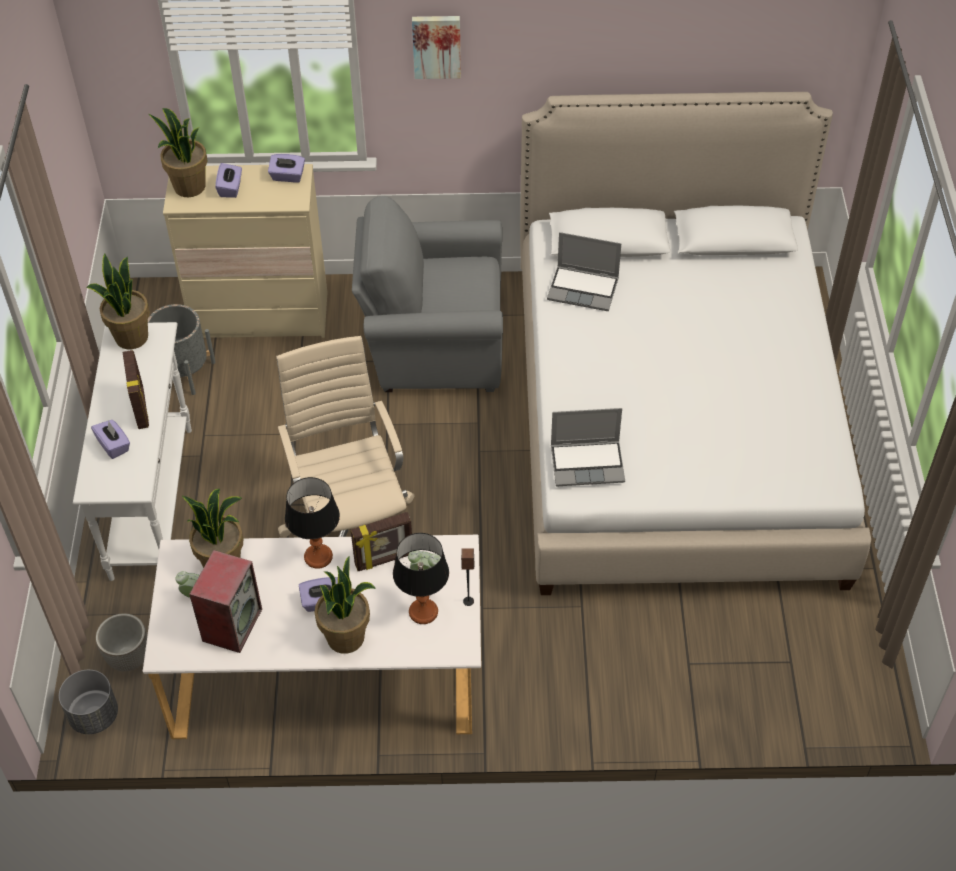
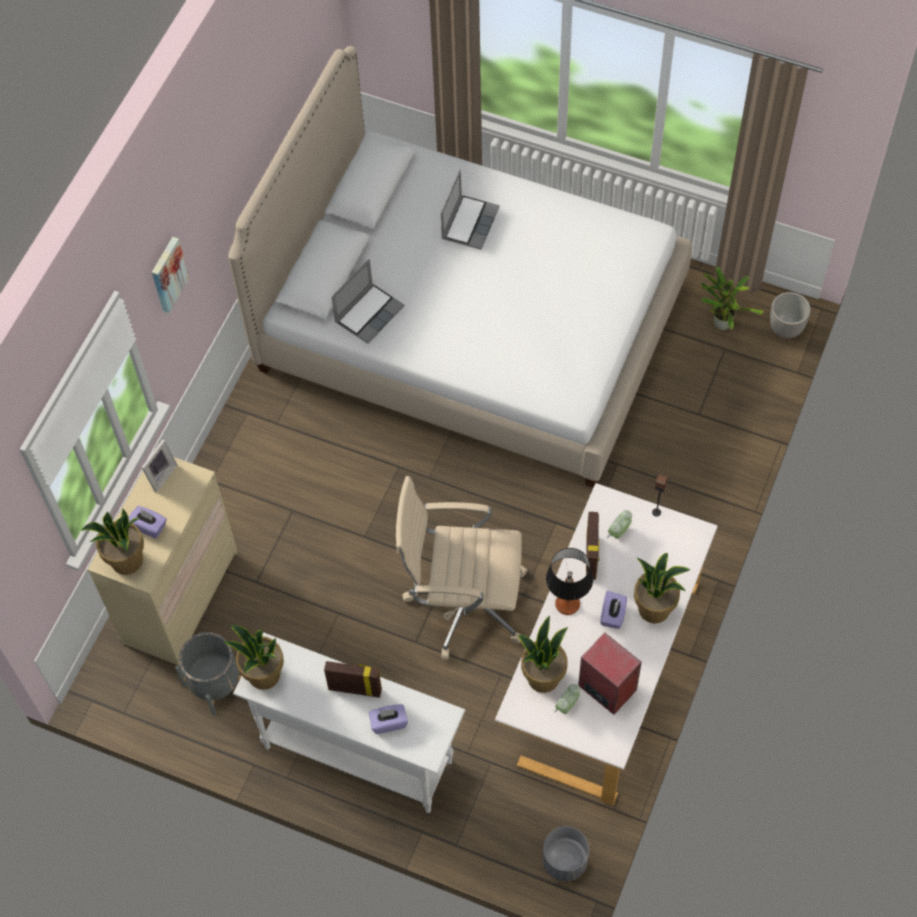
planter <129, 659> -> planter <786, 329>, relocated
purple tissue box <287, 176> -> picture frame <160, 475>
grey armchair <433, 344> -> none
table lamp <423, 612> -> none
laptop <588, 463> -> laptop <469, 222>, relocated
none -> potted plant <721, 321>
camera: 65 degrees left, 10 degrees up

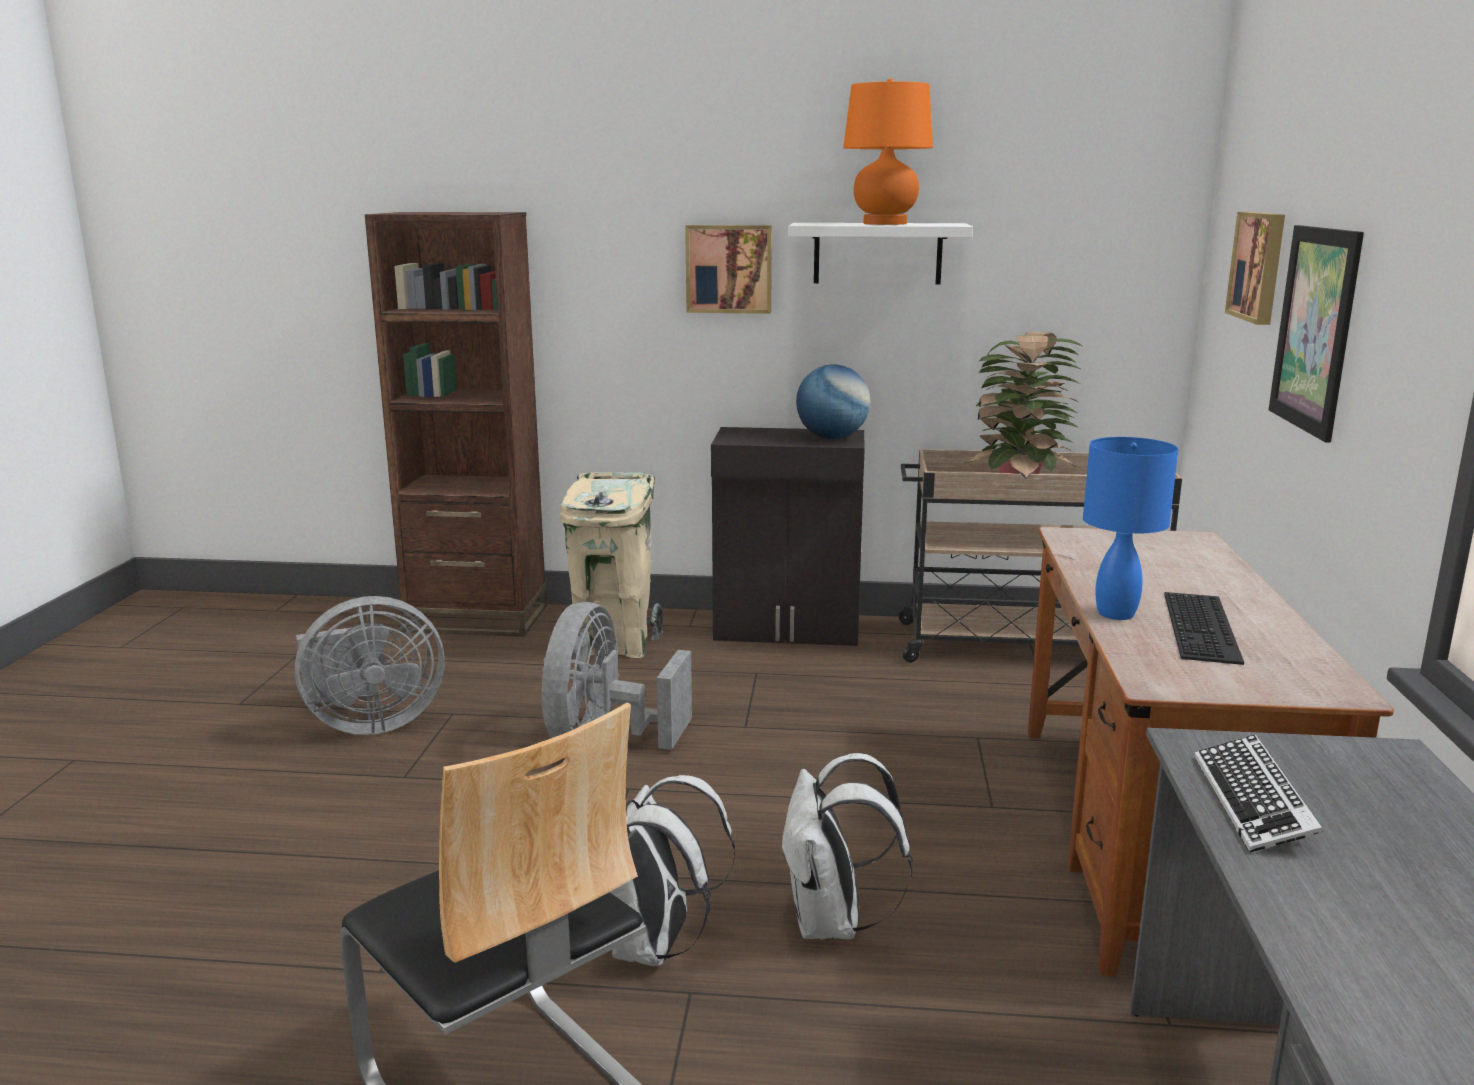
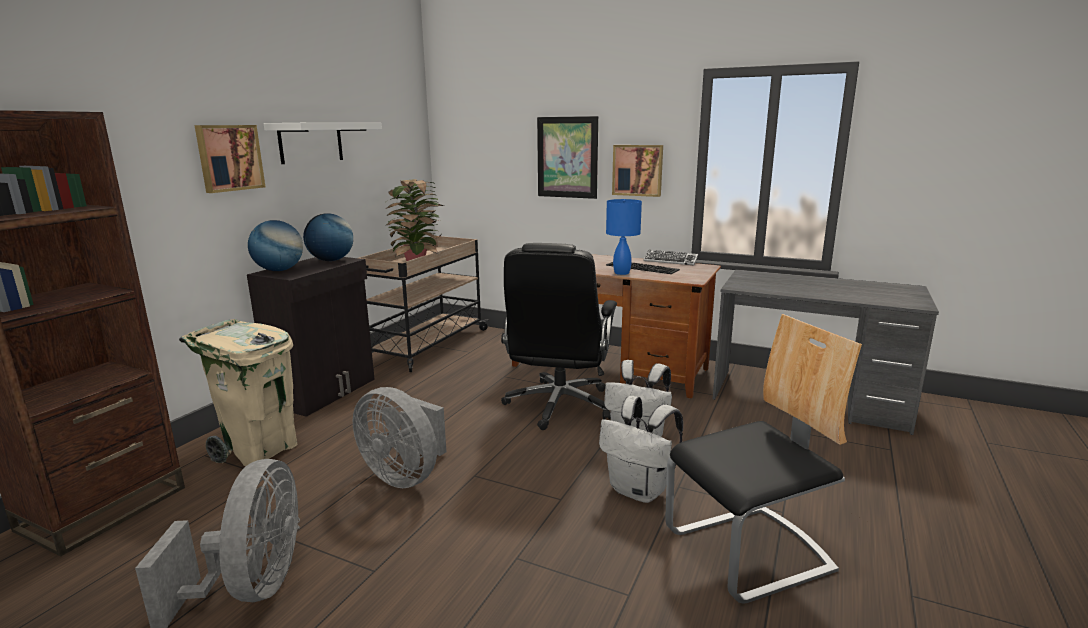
orange table lamp <885, 223> -> none
keyboard <1253, 803> -> keyboard <670, 261>, relocated
picture <1259, 266> -> picture <637, 170>, relocated
none -> globe <279, 270>
none -> black office chair <559, 405>
camera: 70 degrees left, 0 degrees up

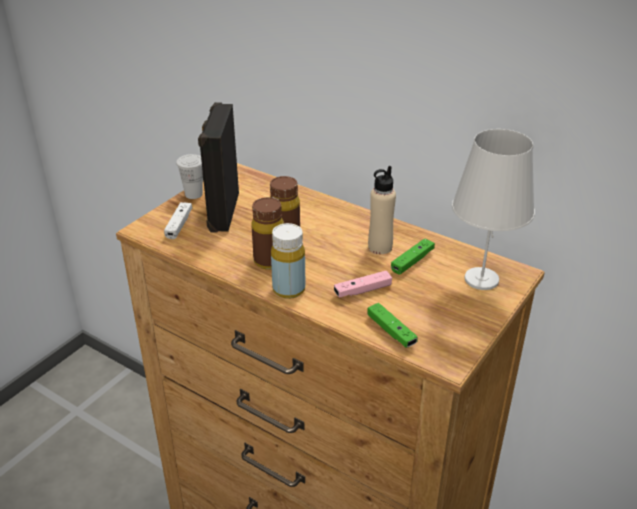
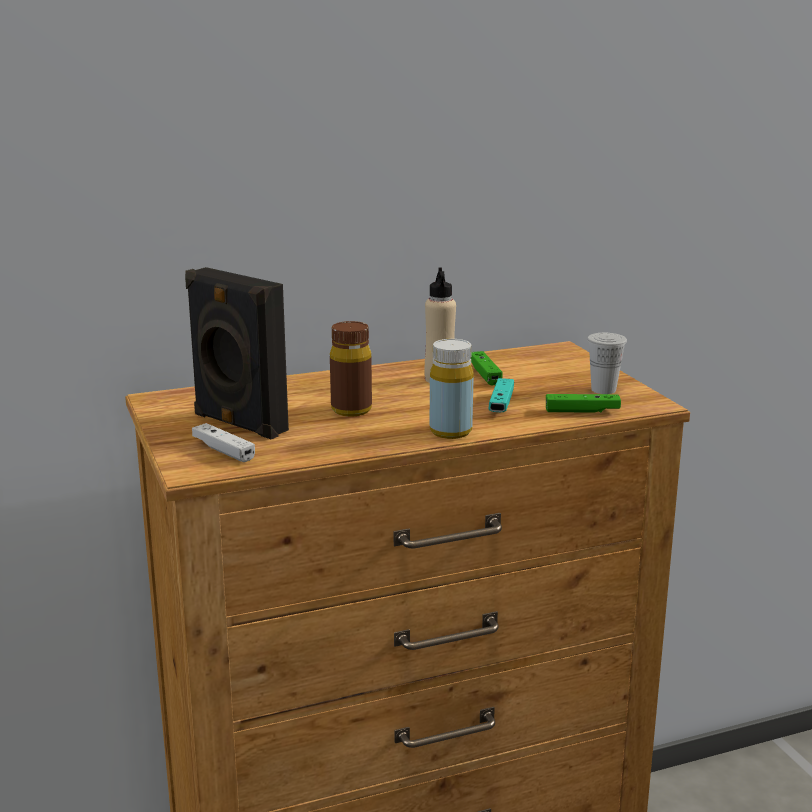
white cup <193, 194> -> white cup <603, 390>, relocated
brown bottle <269, 261> -> none
pink game controller <362, 290> -> turquoise game controller <501, 404>
white table lamp <482, 279> -> none
camera: 55 degrees left, 15 degrees down

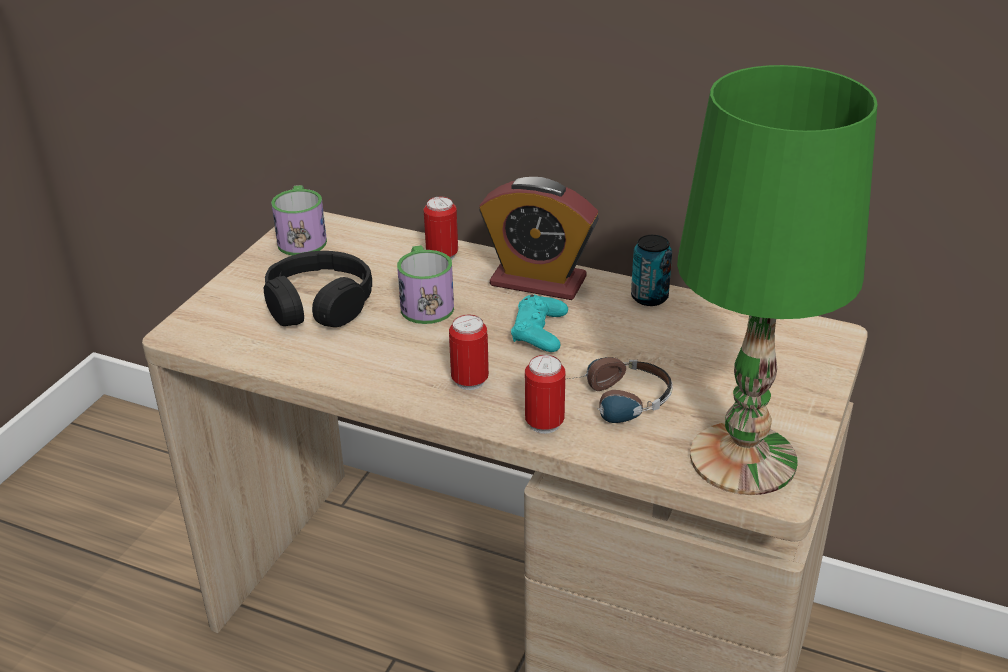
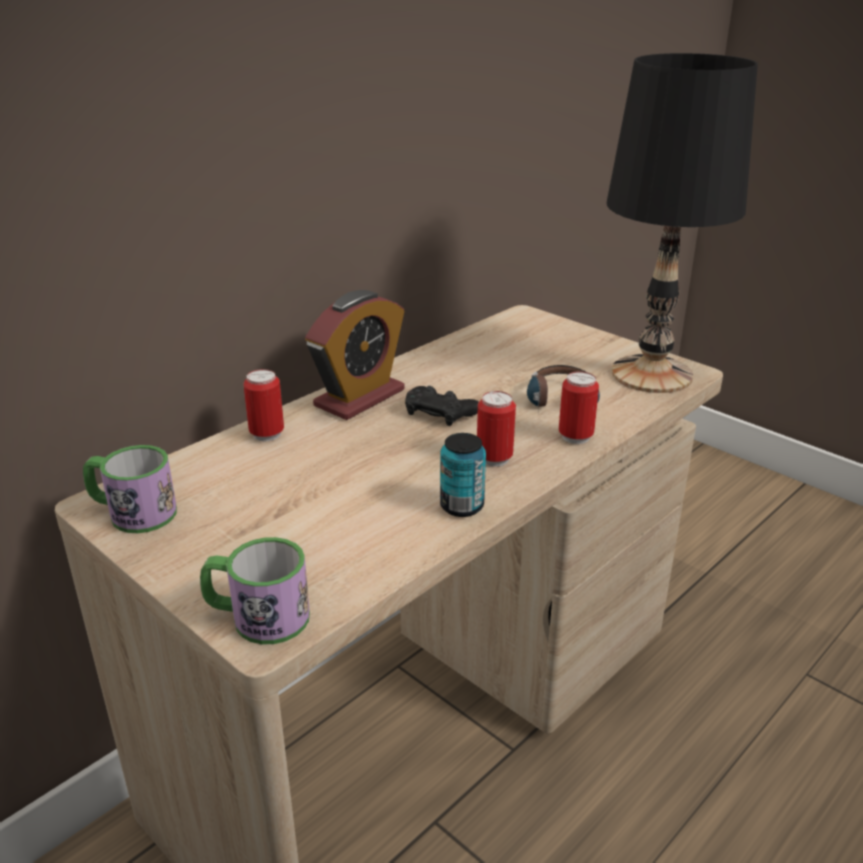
black headphones <319, 304> -> none
mug <425, 303> -> mug <257, 617>, relocated
turquoise game controller <539, 331> -> black game controller <440, 413>
can <649, 297> -> can <462, 506>, relocated
green table lamp <744, 459> -> black table lamp <652, 374>
camera: 70 degrees left, 5 degrees down

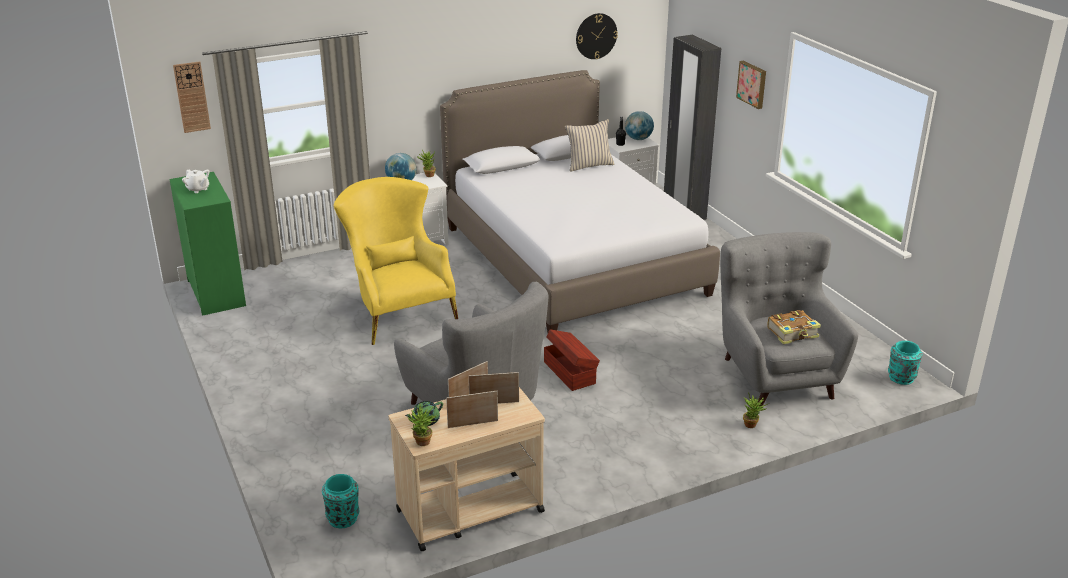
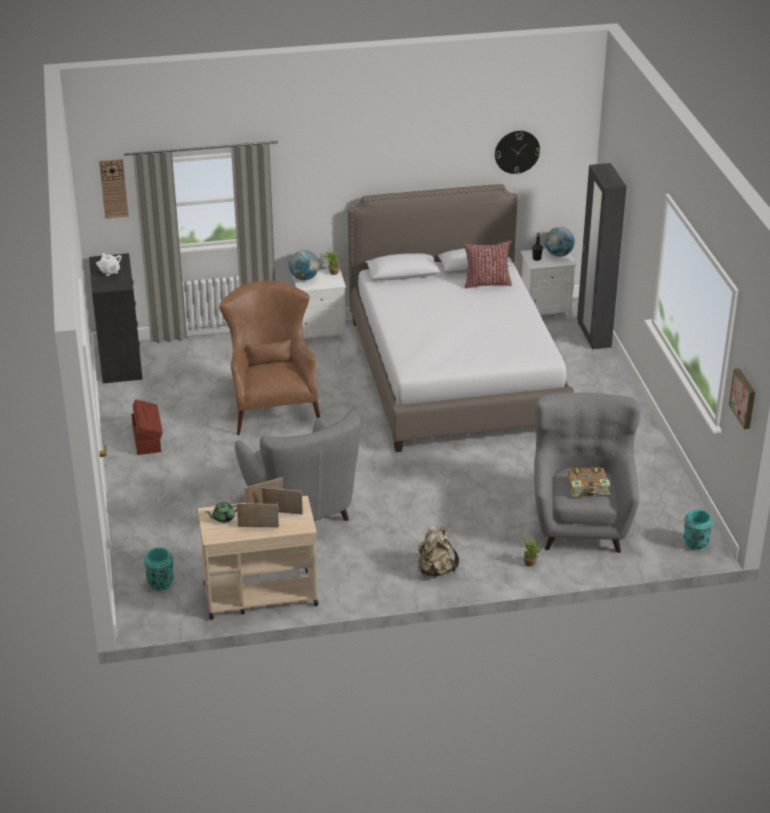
green dresser <217, 293> -> black dresser <121, 362>
yellow armchair <398, 310> -> brown armchair <272, 404>
potted plant <423, 444> -> none
brown storage box <570, 372> -> brown storage box <147, 438>, relocated
beige pillow <589, 165> -> red pillow <486, 283>
picture <752, 84> -> picture <744, 398>, relocated
none -> beige backpack <435, 570>
camera: 15 degrees right, 5 degrees up

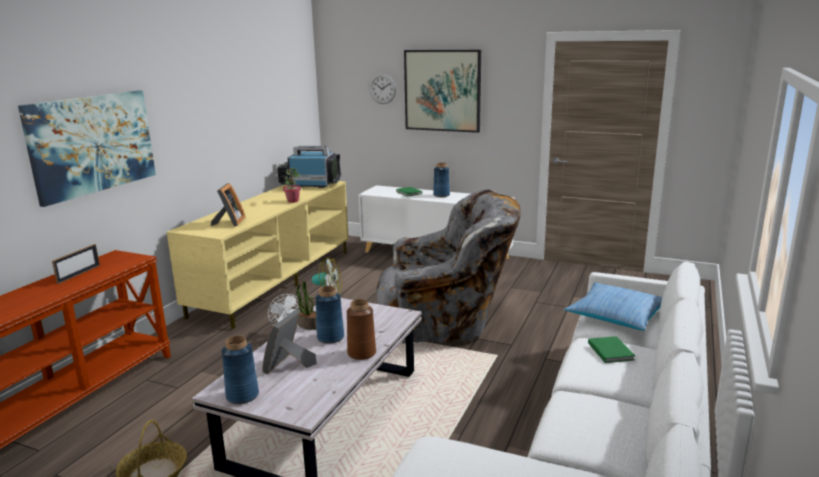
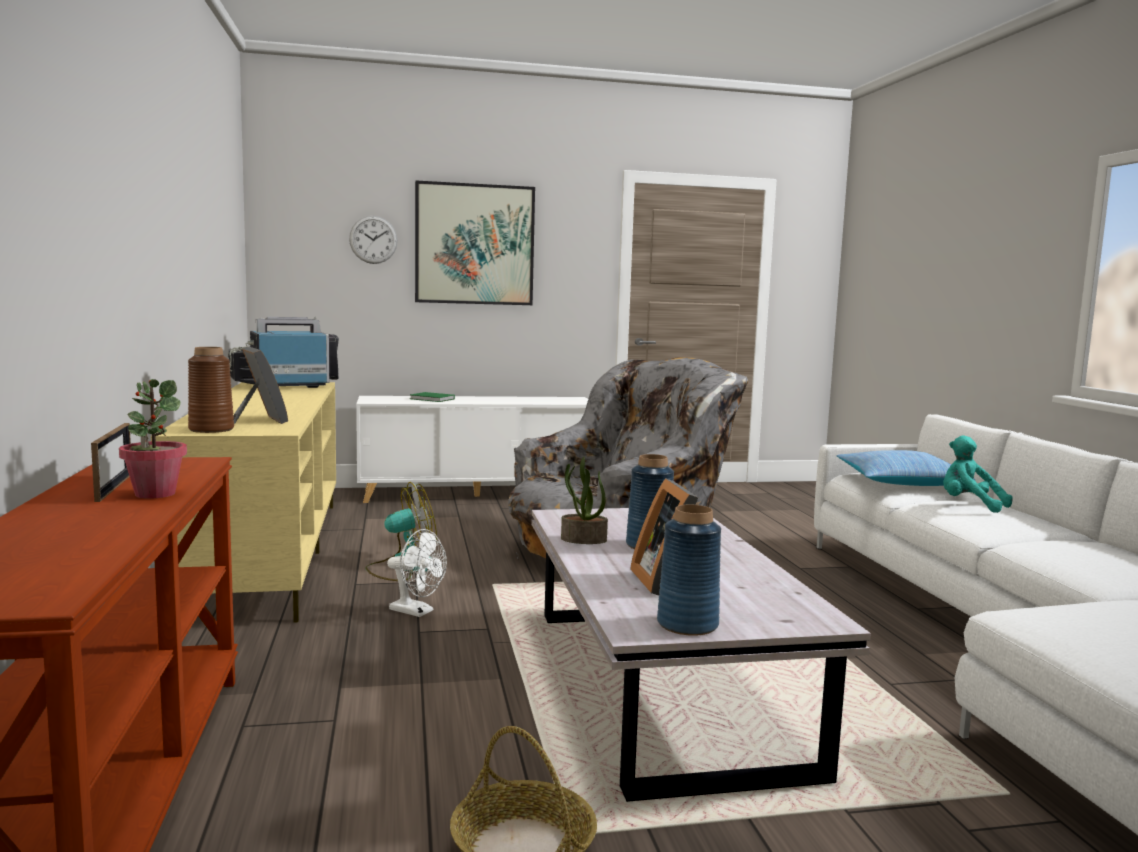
picture <92, 144> -> none
potted plant <293, 201> -> potted plant <155, 494>, relocated
brown vase <361, 353> -> brown vase <211, 429>, relocated
blue vase <441, 195> -> none
green book <610, 350> -> turquoise plush toy <969, 505>
camera: 35 degrees left, 10 degrees down

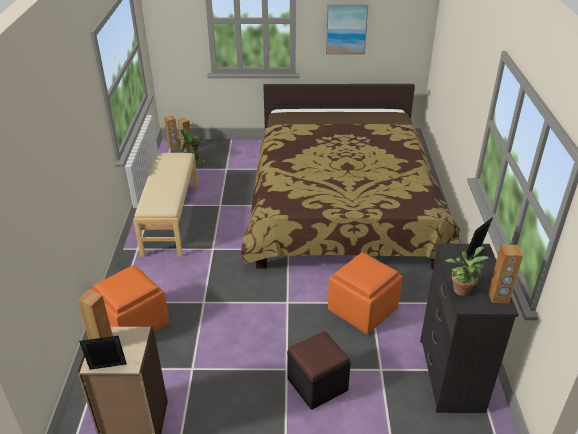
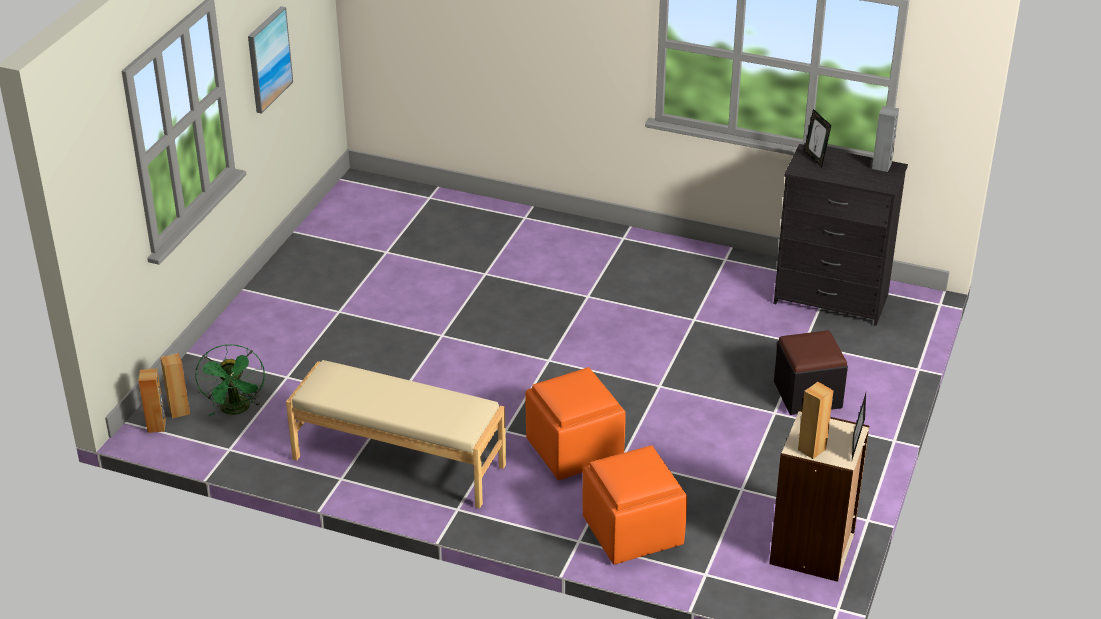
bed <342, 202> -> none
orange ottoman <362, 309> -> orange ottoman <573, 450>, relocated
potted plant <462, 288> -> none
brown speaker <498, 297> -> grey speaker <882, 166>
camera: 70 degrees left, 0 degrees up

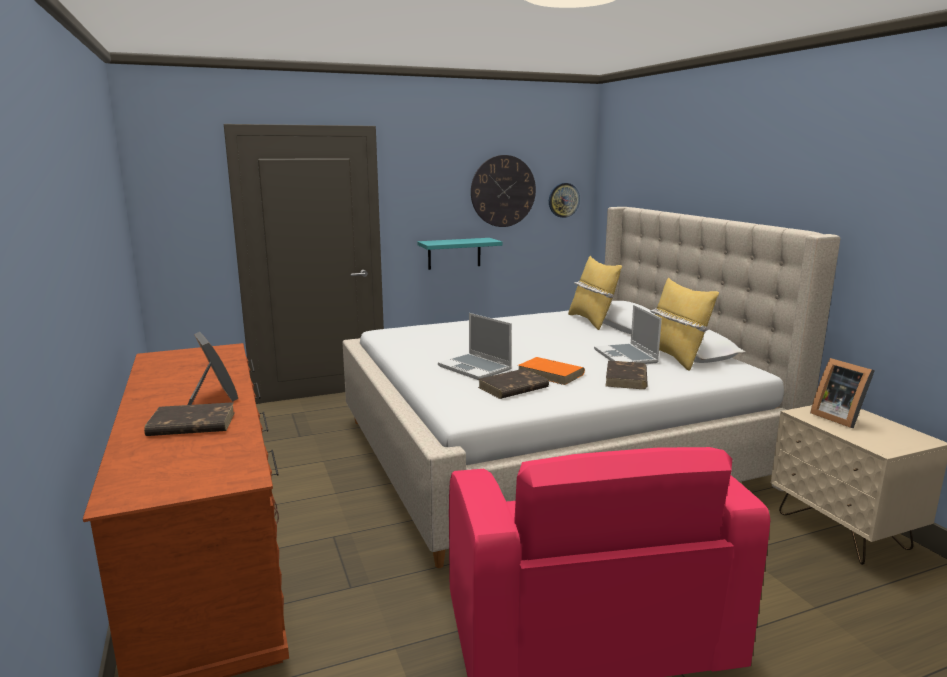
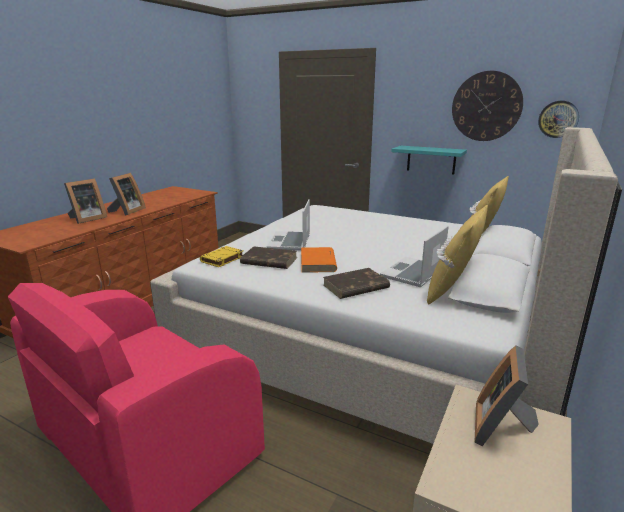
brown book <191, 424> -> picture frame <86, 219>
none -> yellow book <222, 259>
camera: 50 degrees right, 5 degrees up

